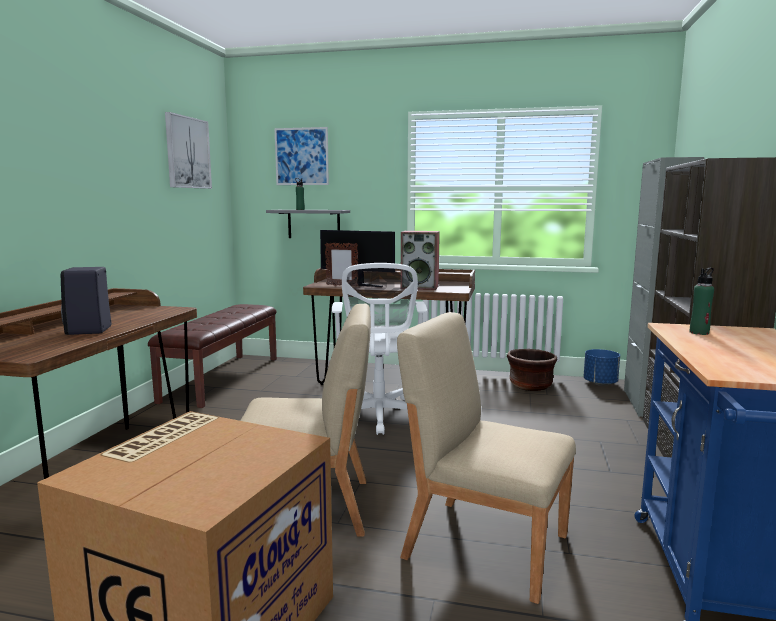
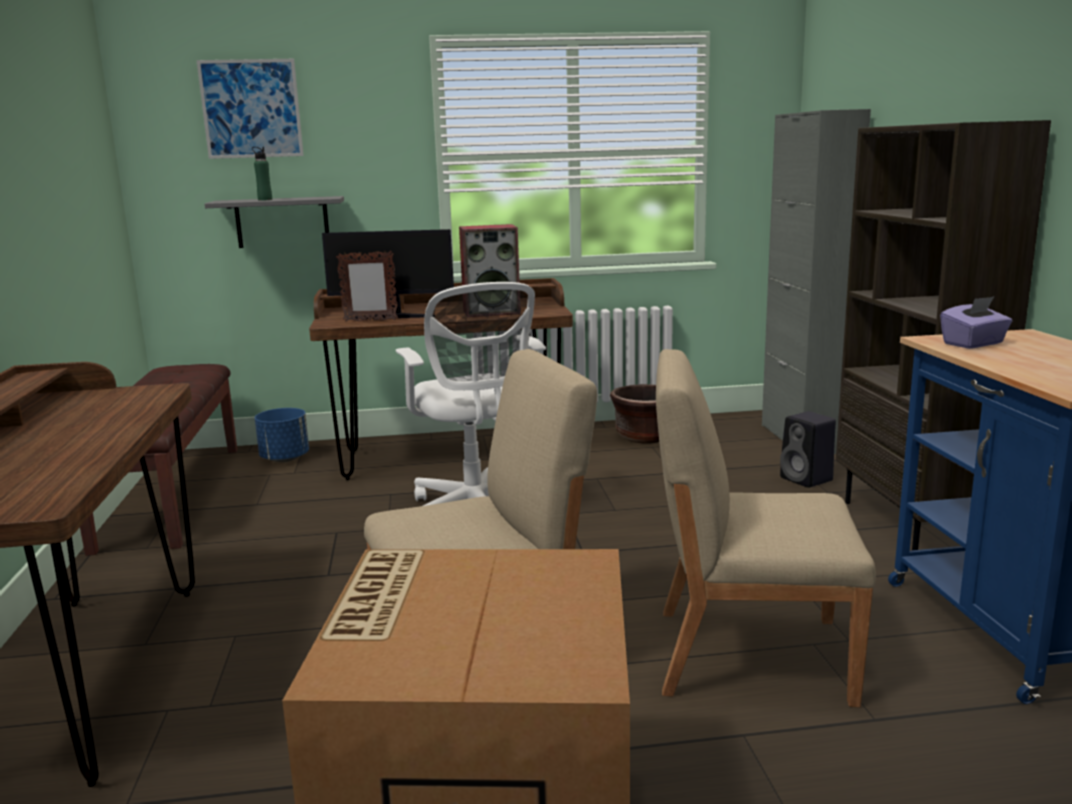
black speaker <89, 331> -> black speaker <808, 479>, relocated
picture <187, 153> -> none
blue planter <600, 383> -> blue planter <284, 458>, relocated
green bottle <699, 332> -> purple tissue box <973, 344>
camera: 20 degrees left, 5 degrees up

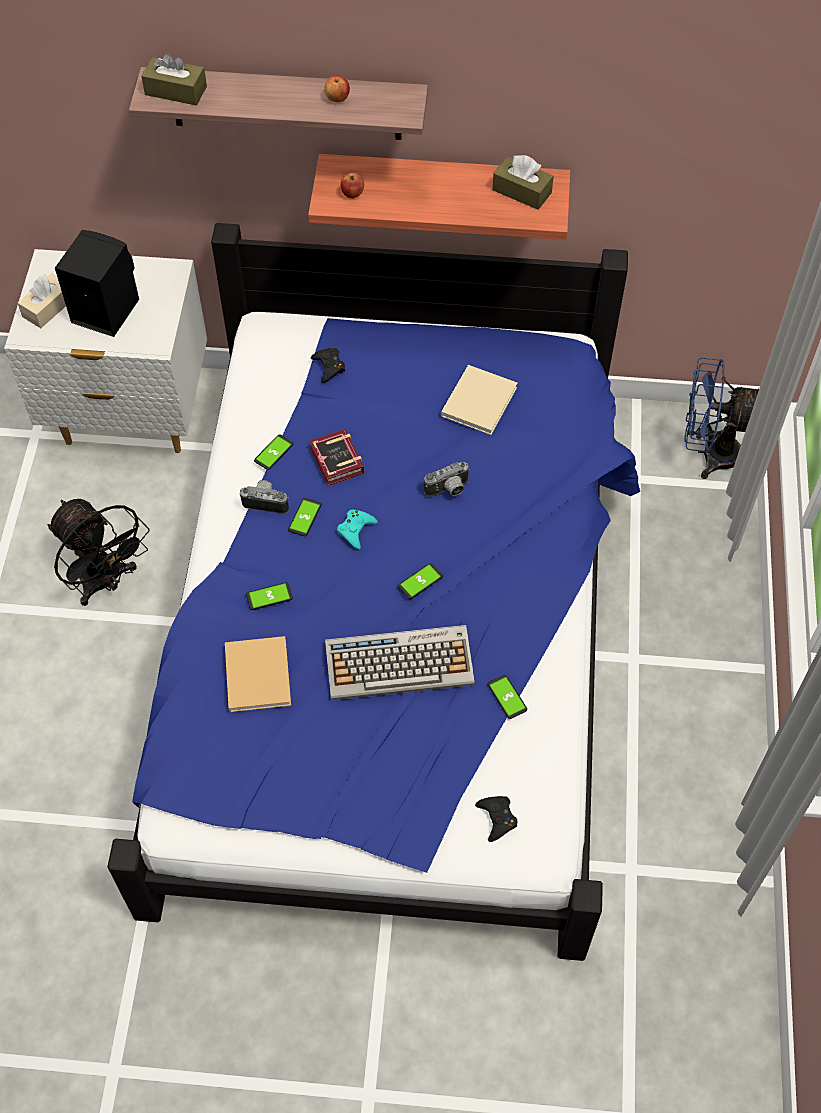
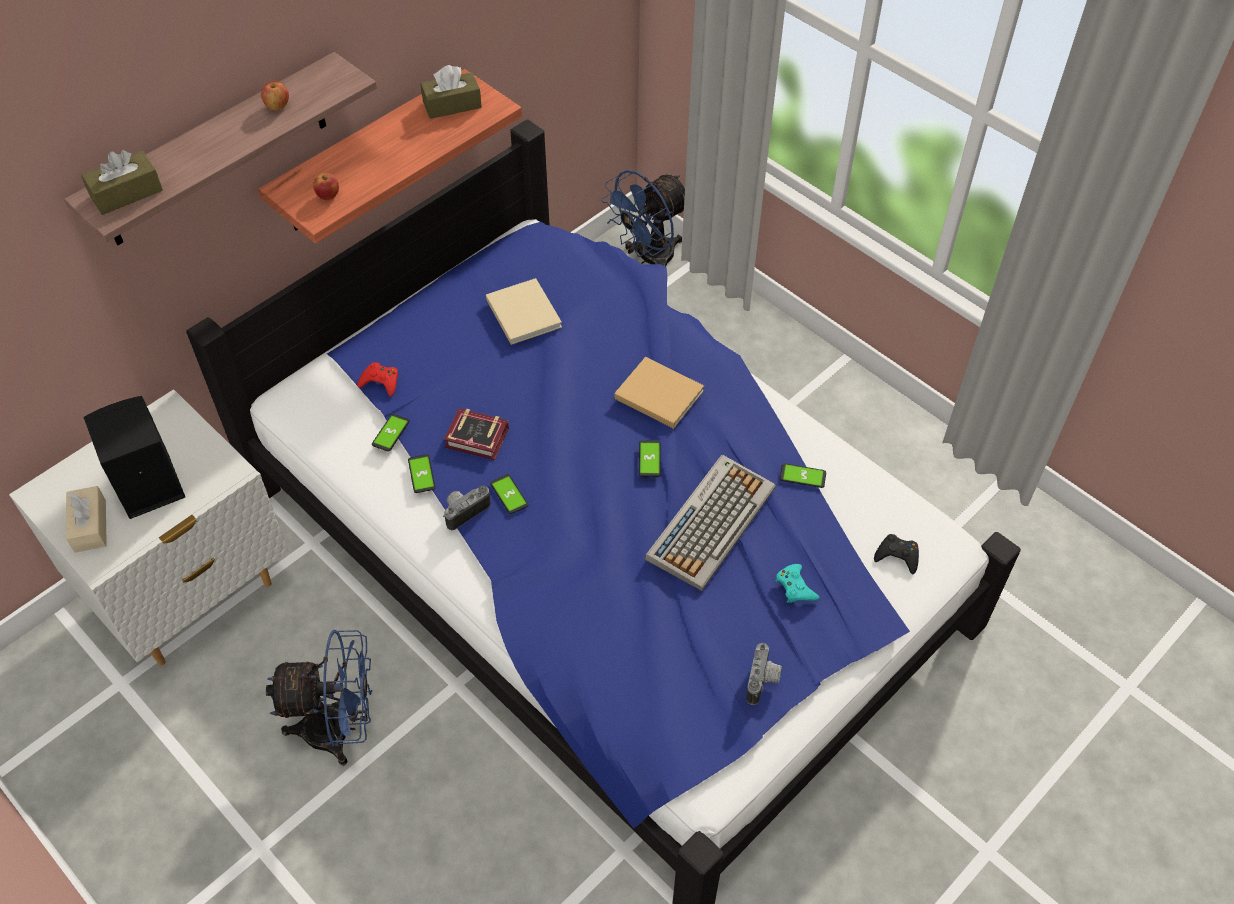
black fan <106, 582> -> blue fan <340, 730>
beige book <257, 673> -> beige book <657, 393>, relocated
phone <269, 596> -> phone <391, 433>, relocated
black game controller <329, 367> -> red game controller <380, 382>
turquoise game controller <356, 530> -> turquoise game controller <795, 587>, relocated
photo camera <448, 490> -> photo camera <763, 681>, relocated
camera: 50 degrees left, 5 degrees down

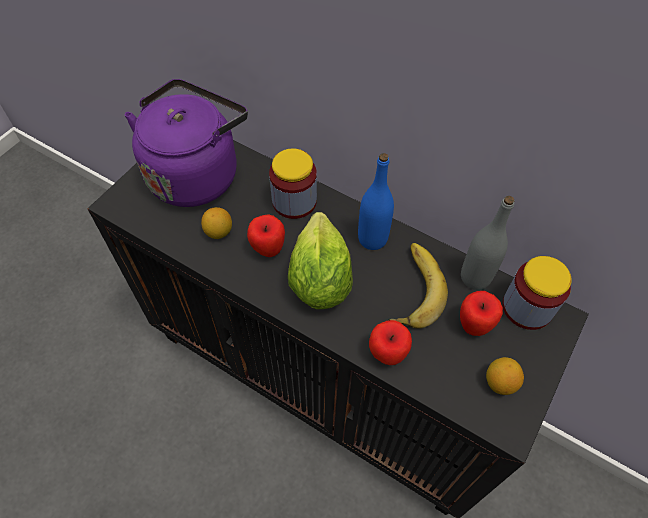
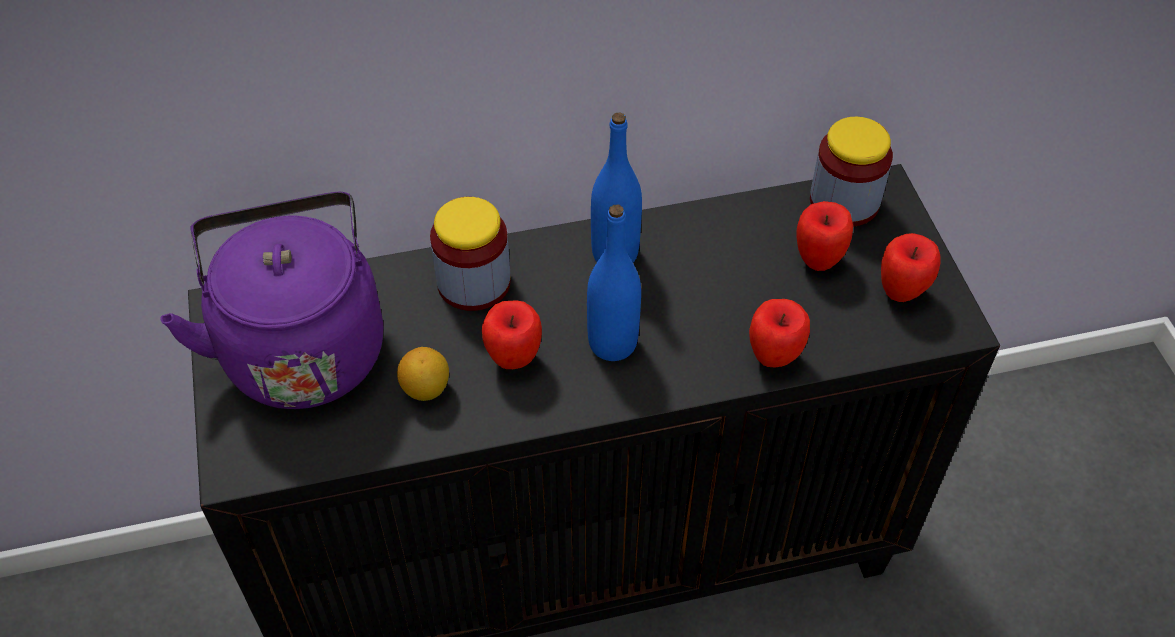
lettuce <319, 280> -> blue bottle <612, 343>
banana <411, 289> -> none
grey bottle <475, 277> -> none
lemon <499, 382> -> apple <901, 293>
camera: 45 degrees left, 5 degrees down

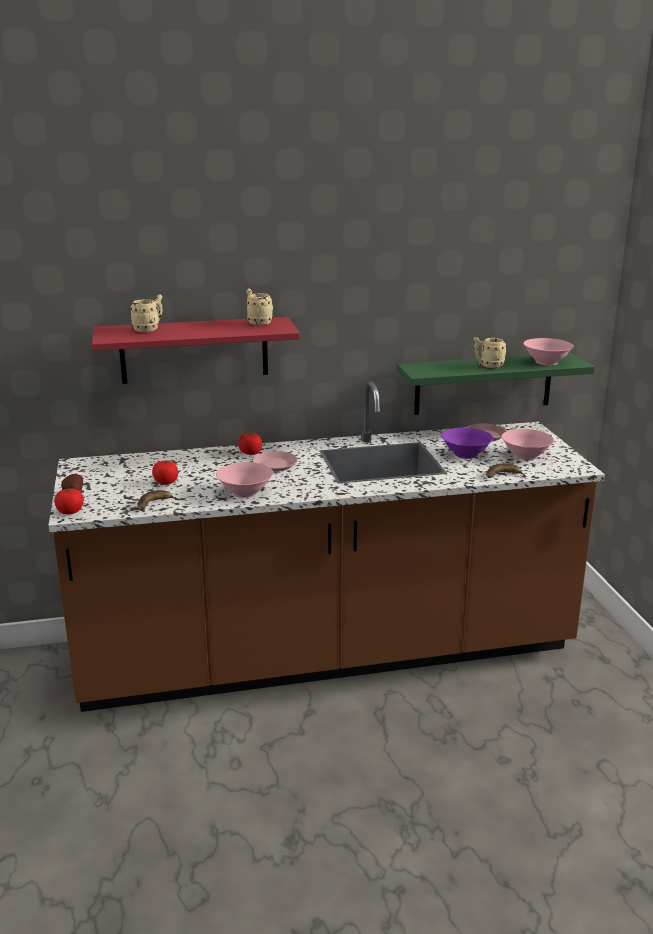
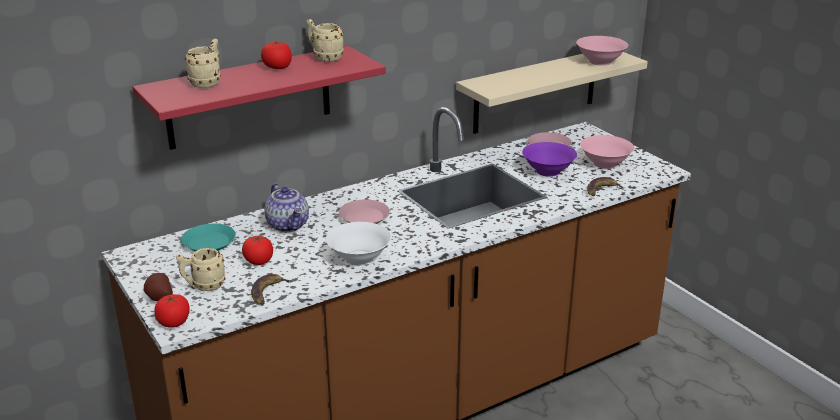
pink bowl <245, 492> -> white bowl <358, 258>
tomato <250, 453> -> tomato <277, 67>, relocated
green shelf <483, 383> -> beige shelf <535, 90>
beige mug <488, 366> -> beige mug <203, 286>, relocated
none -> turquoise plate <208, 242>
none -> teapot <289, 225>
camera: 20 degrees left, 5 degrees up

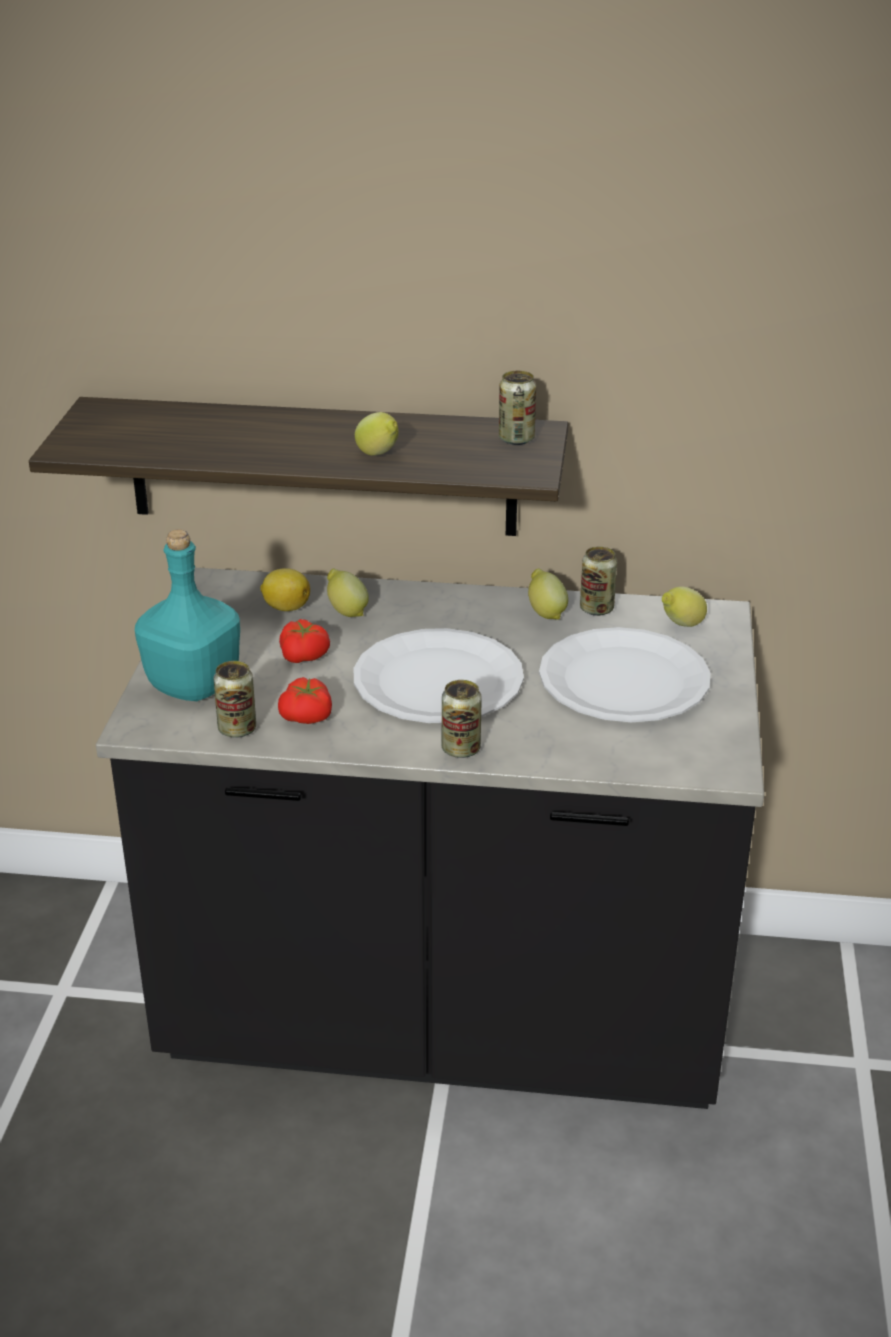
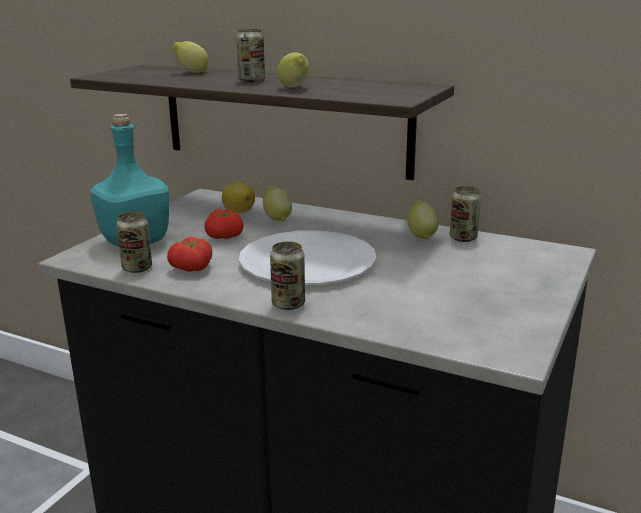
can <516, 439> -> can <252, 80>, relocated
white plate <623, 680> -> none
lemon <681, 625> -> lemon <191, 72>, relocated
camera: 20 degrees right, 10 degrees down

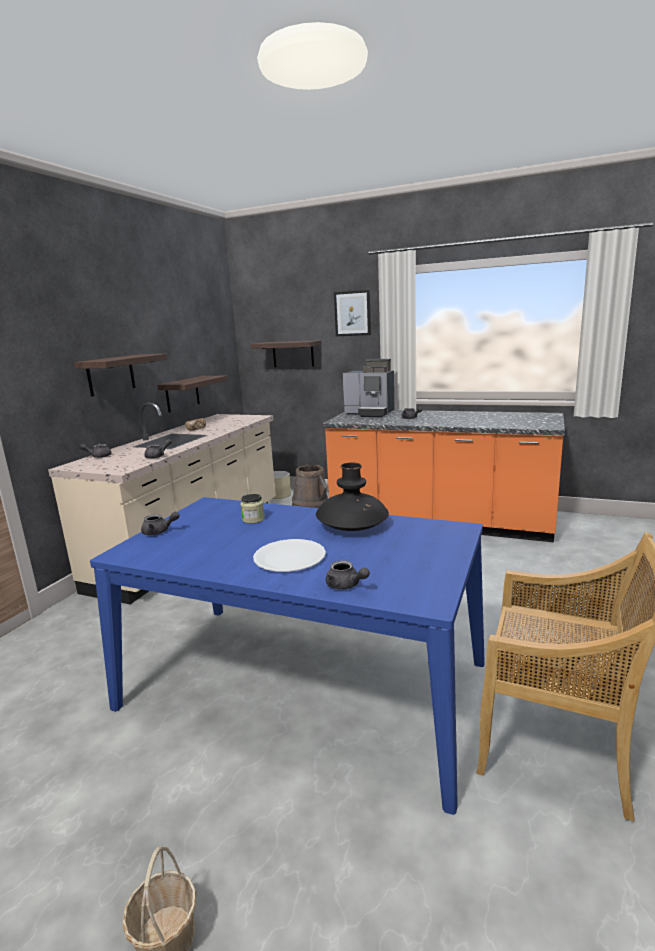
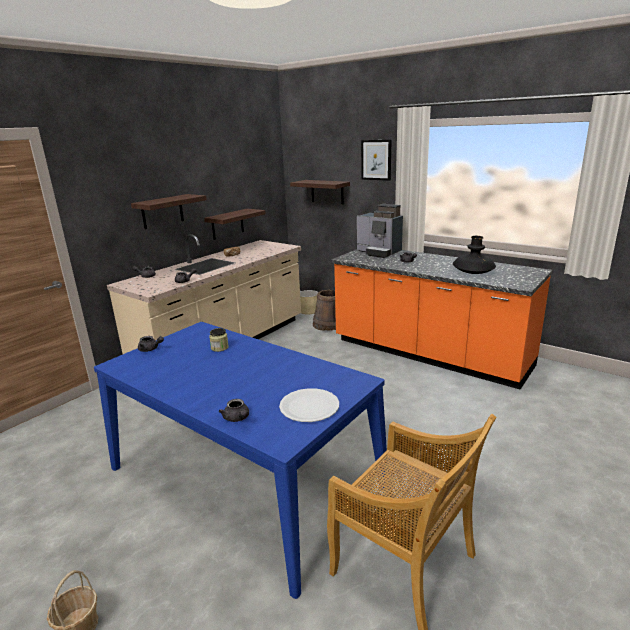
white plate <290, 557> -> white plate <309, 407>, relocated
black vase <352, 526> -> black vase <473, 272>, relocated
camera: 15 degrees right, 5 degrees up

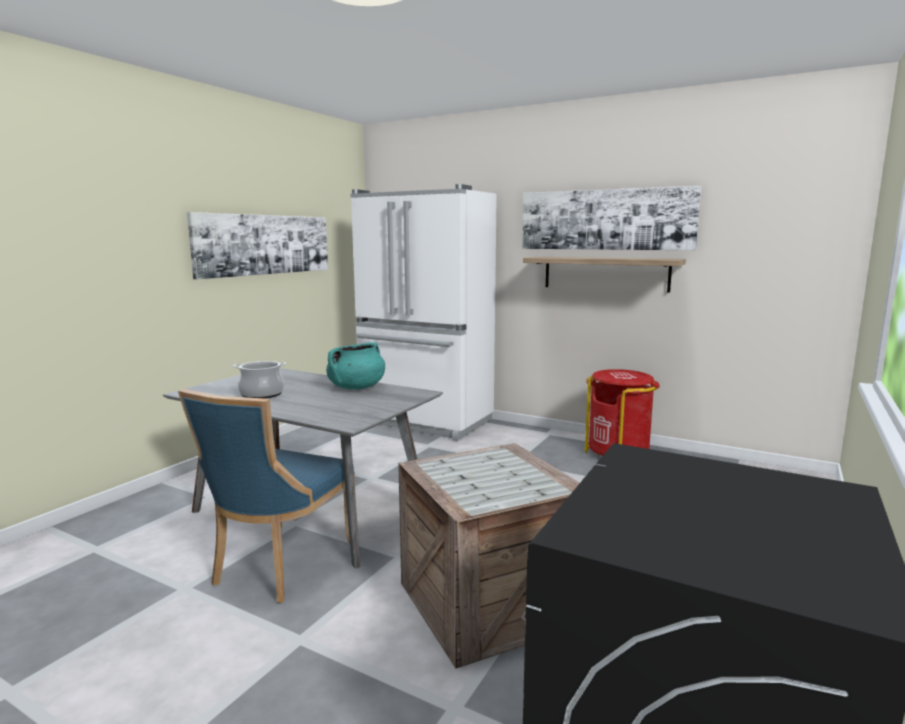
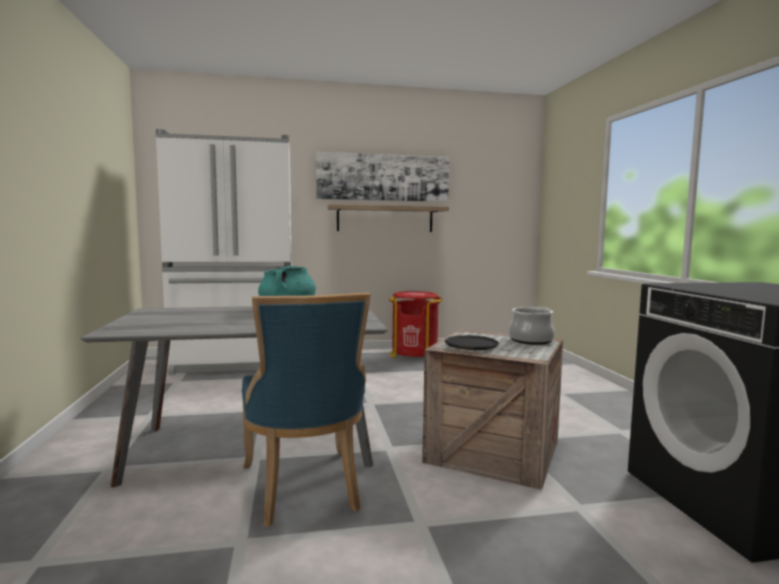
picture <265, 244> -> none
cooking pot <261, 394> -> cooking pot <531, 340>, relocated
none -> black plate <471, 347>
camera: 40 degrees left, 5 degrees down

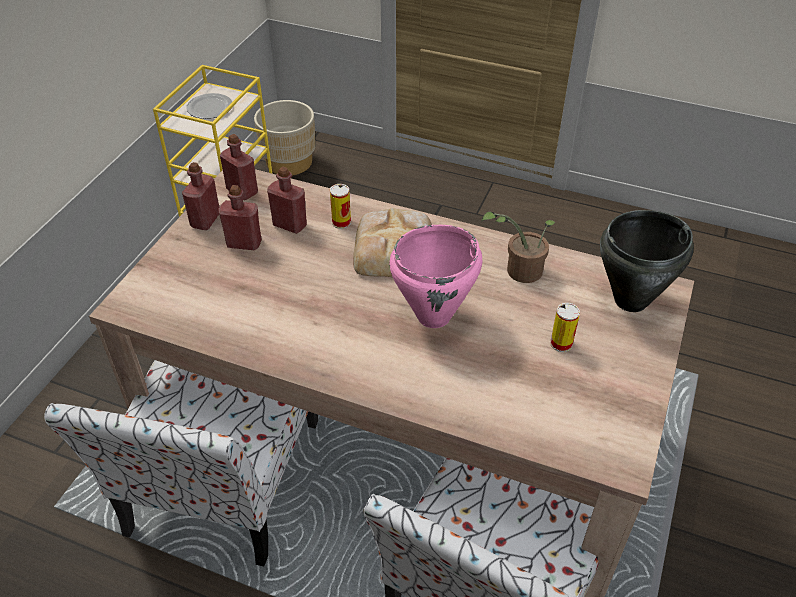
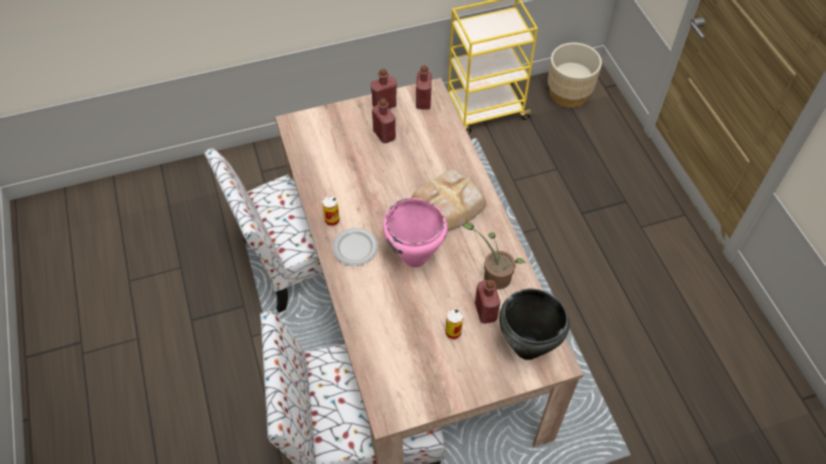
plate <209, 108> -> plate <354, 248>, relocated
red bottle <290, 225> -> red bottle <485, 312>, relocated
can <341, 222> -> can <332, 220>, relocated
camera: 50 degrees right, 10 degrees up

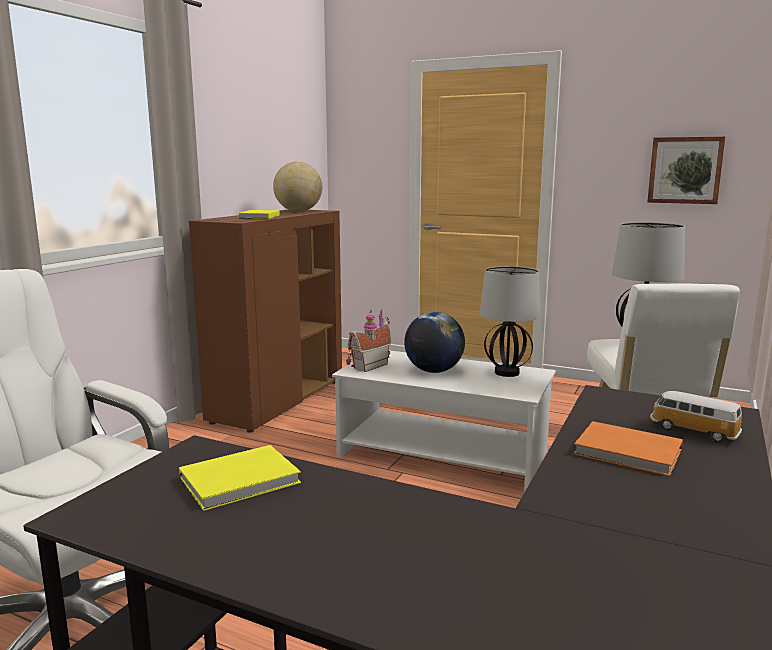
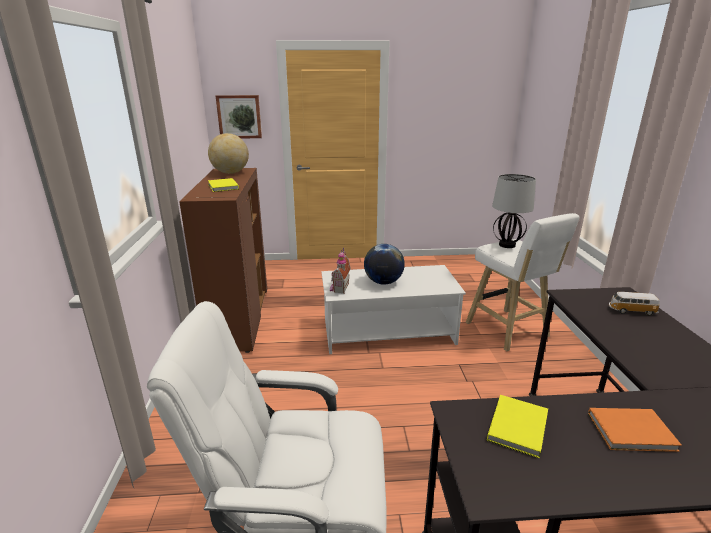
table lamp <507, 372> -> none
orange book <630, 453> -> orange book <633, 432>, relocated
picture <685, 170> -> picture <239, 116>, relocated
camera: 30 degrees left, 10 degrees up

